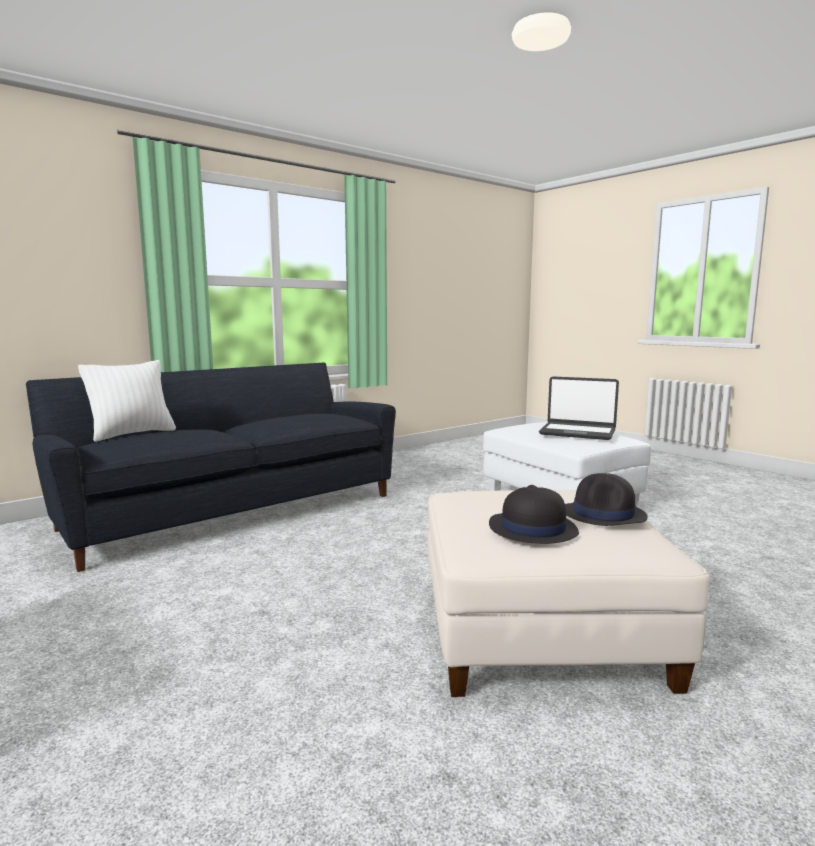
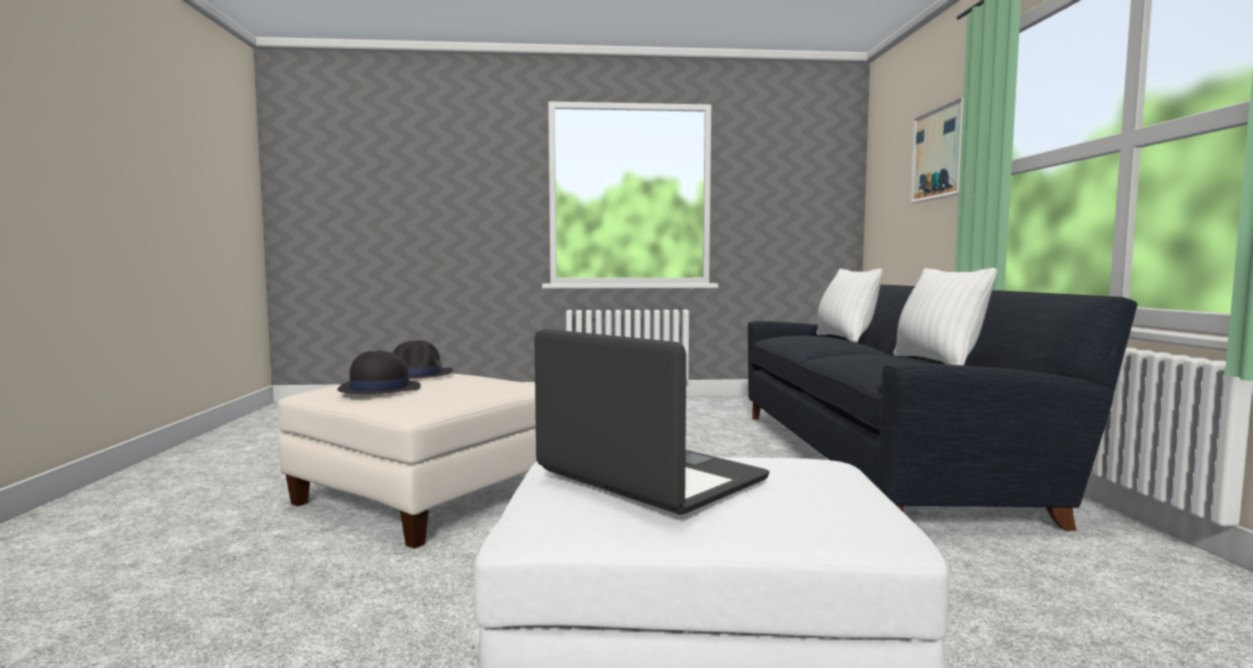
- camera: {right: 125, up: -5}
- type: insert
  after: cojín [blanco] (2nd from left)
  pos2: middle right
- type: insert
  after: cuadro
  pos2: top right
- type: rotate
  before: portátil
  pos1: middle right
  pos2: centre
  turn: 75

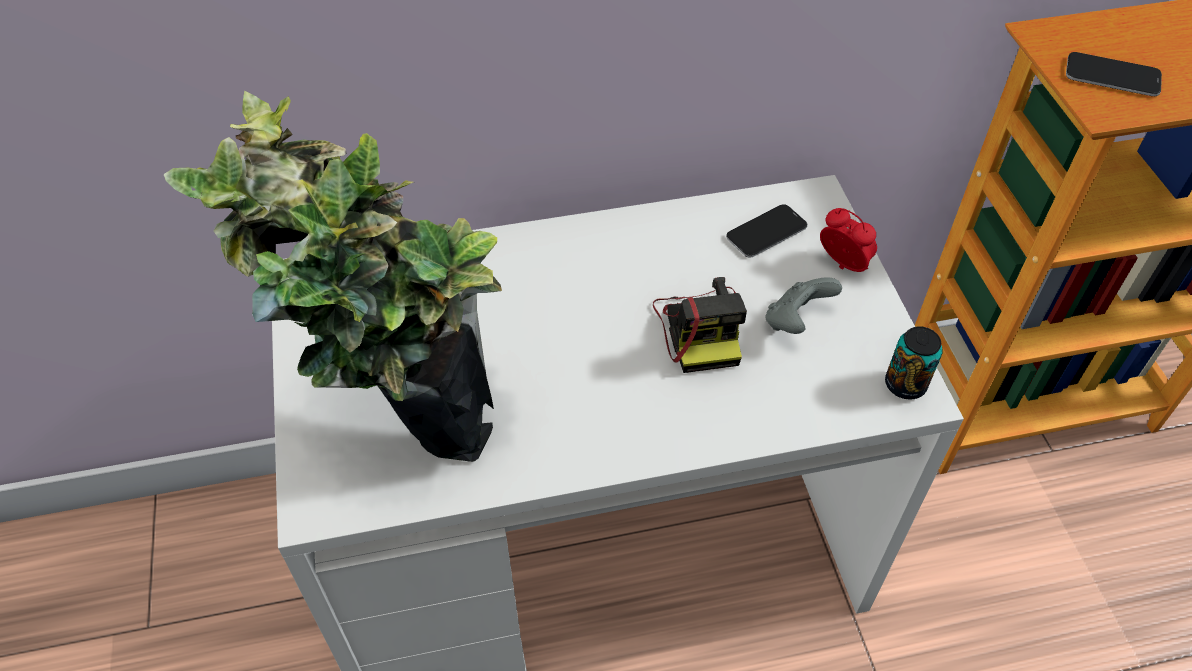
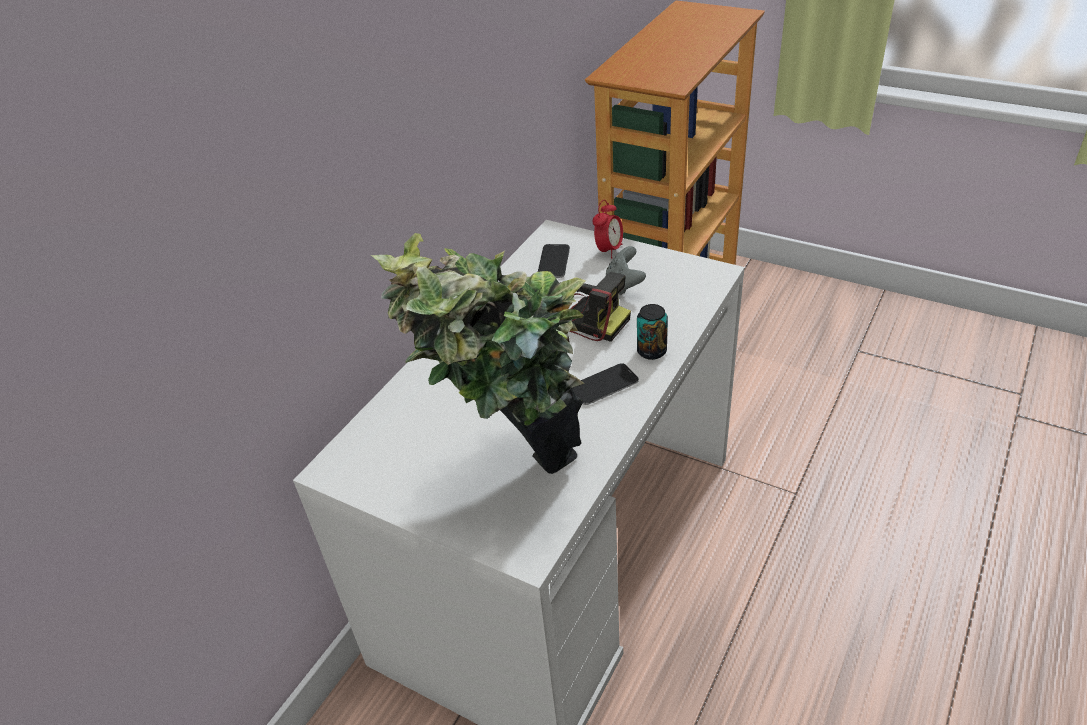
- camera: {right: -45, up: -10}
- type: move
  before: lata
  pos1: middle right
  pos2: centre
- type: move
  before: móvil (2nd from left)
  pos1: top right
  pos2: centre
- type: rotate
  before: despertador
  pos1: middle right
  pos2: top centre
  turn: 120

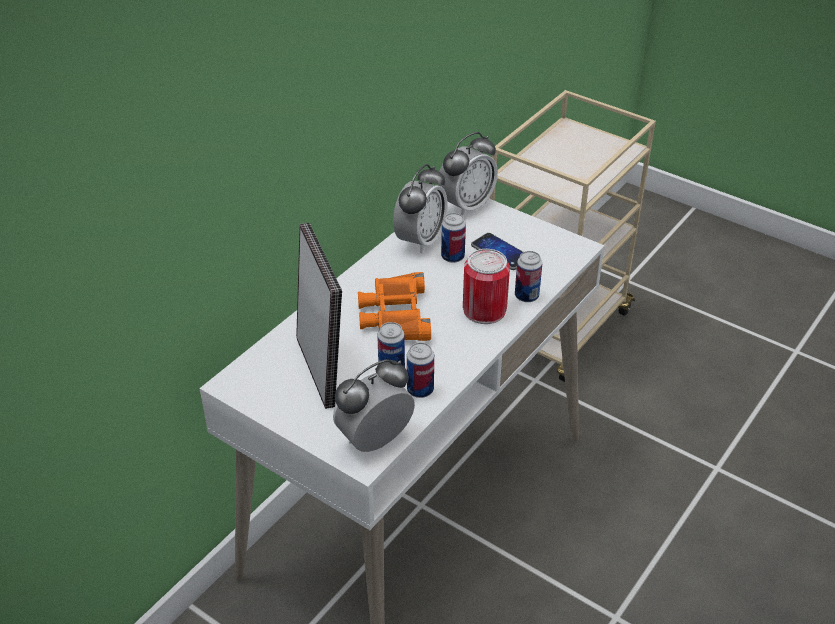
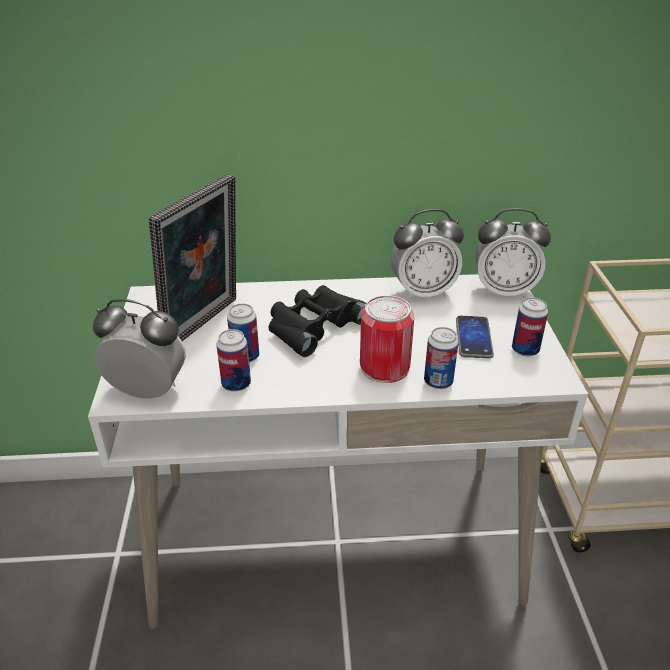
- camera: {right: 50, up: -5}
- type: move
  before: lata (3rd from left in the first image)
  after: lata (5th from left)
  pos1: centre
  pos2: middle right
- type: recolor
  before: prismáticos [naranja]
  after: prismáticos [negro]
  pos1: centre
  pos2: centre

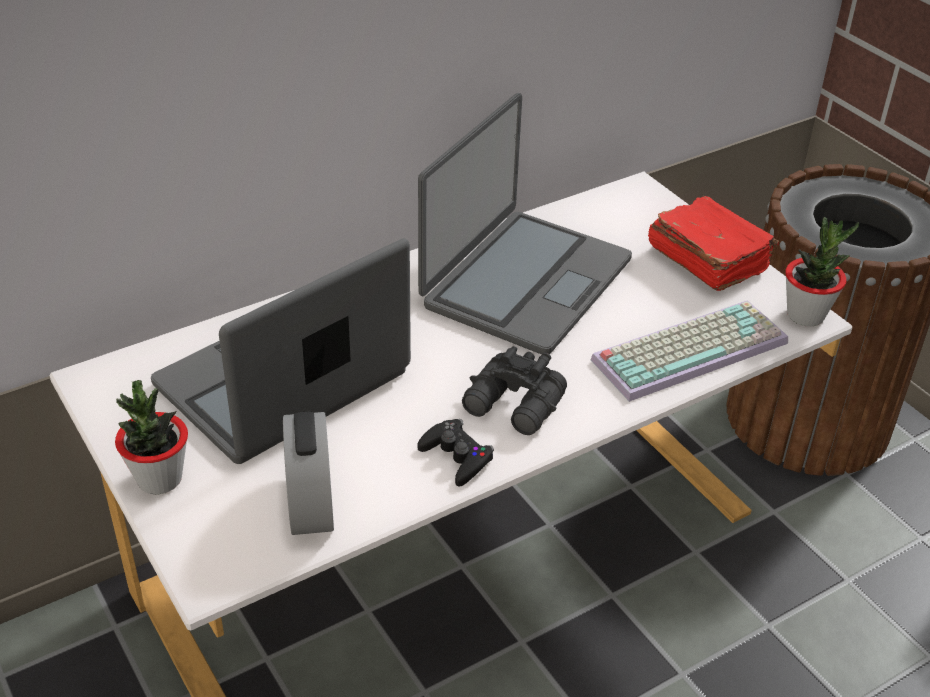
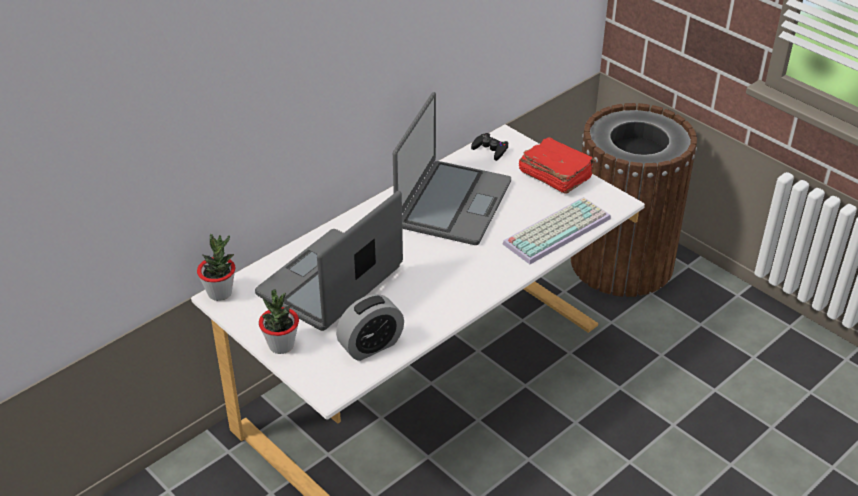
- camera: {right: -10, up: 0}
- type: delete
  before: prismáticos [negro]
  pos1: centre
- type: move
  before: mando de consola [negro]
  pos1: centre
  pos2: top centre
- type: move
  before: planta en maceta (2nd from left in the first image)
  after: planta en maceta (1st from left)
  pos1: middle right
  pos2: middle left
- type: rotate
  before: despertador
  pos1: bottom left
  pos2: centre
  turn: -105

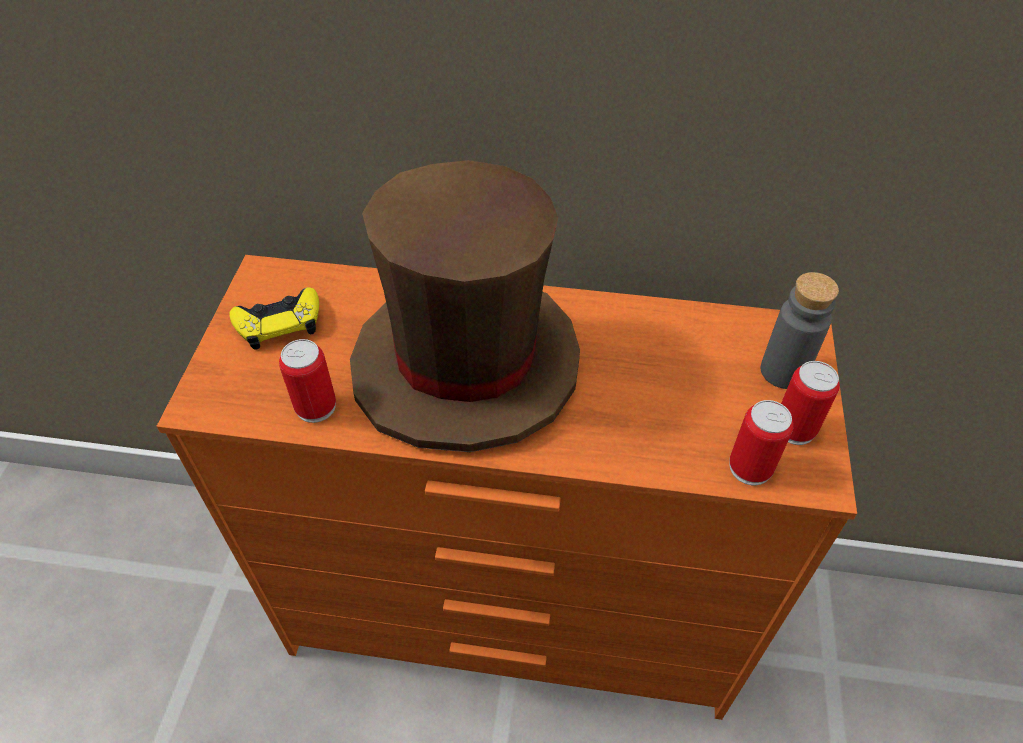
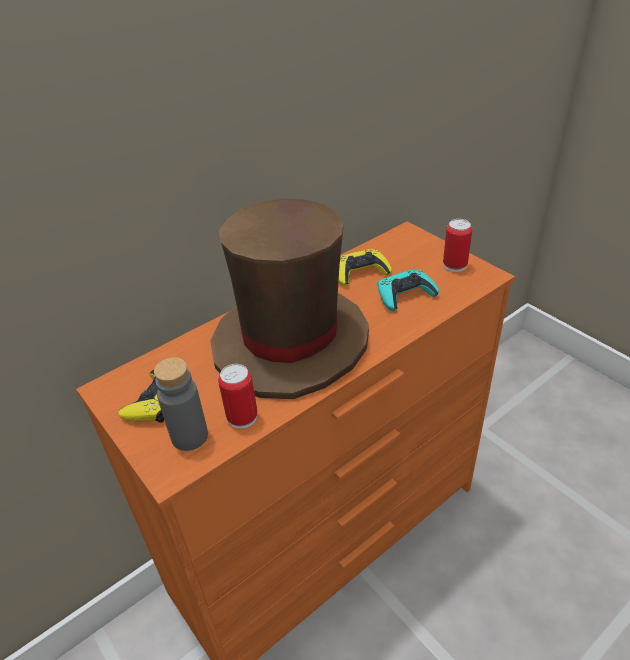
- camera: {right: -45, up: -10}
- type: delete
  before: lata (2nd from left)
  pos1: middle right
- type: insert
  after: mando de consola [amarillo] (2nd from left)
  pos2: centre
- type: insert
  after: mando de consola [turquesa]
  pos2: centre
- type: move
  before: botella [gris]
  pos1: middle right
  pos2: middle left

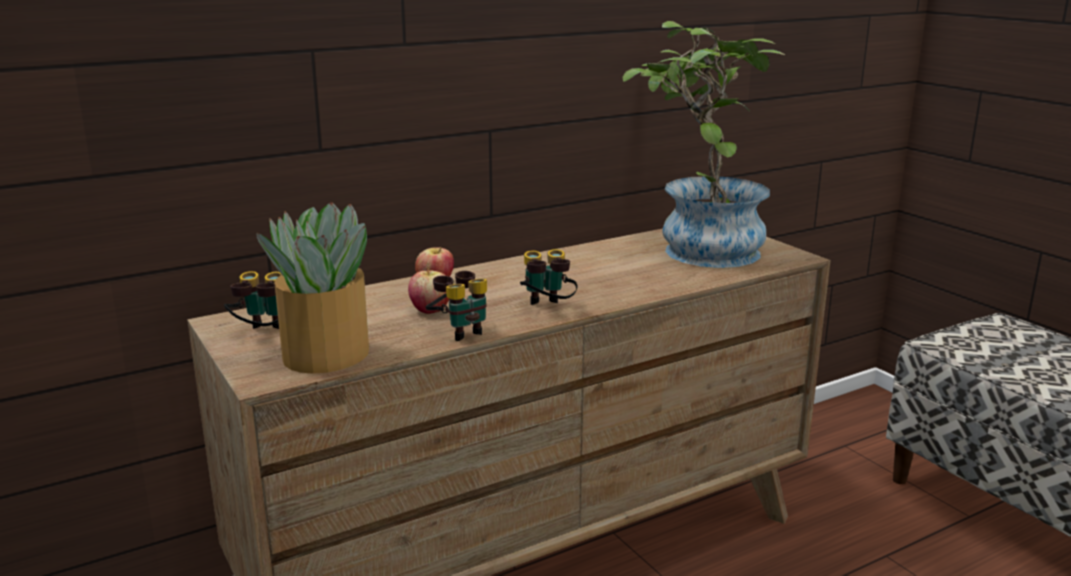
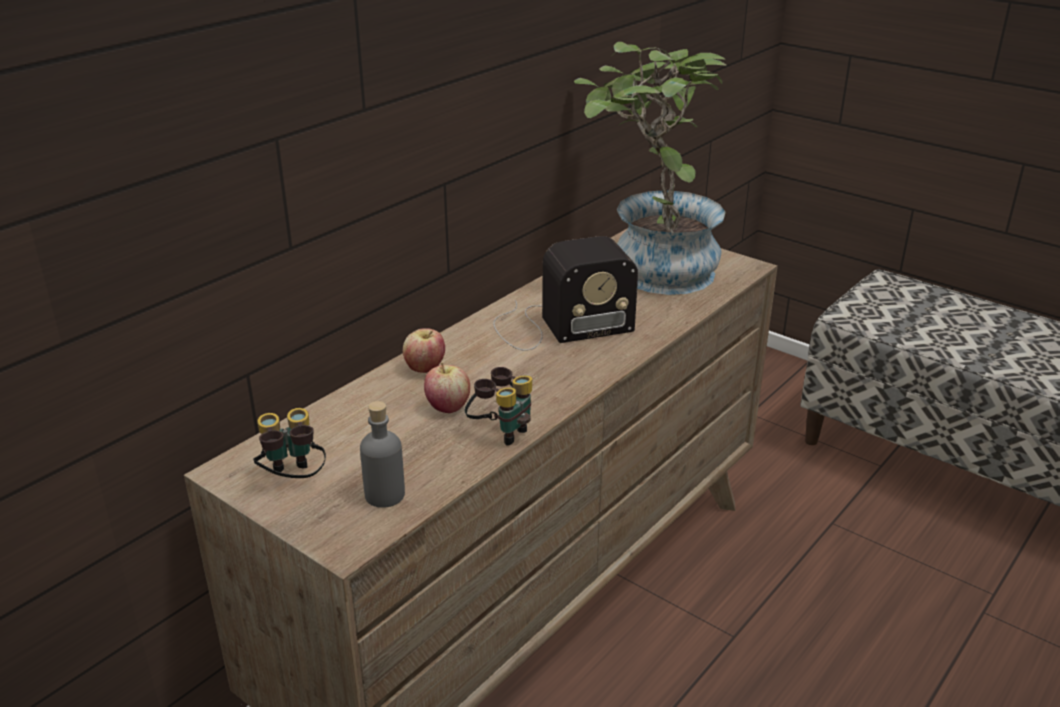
- camera: {right: -20, up: 10}
- type: delete
  before: prismáticos (3rd from left)
  pos1: centre
- type: insert
  after: radio
  pos2: centre
- type: replace
  before: planta en maceta (1st from left)
  after: botella [gris]
  pos1: middle left
  pos2: centre

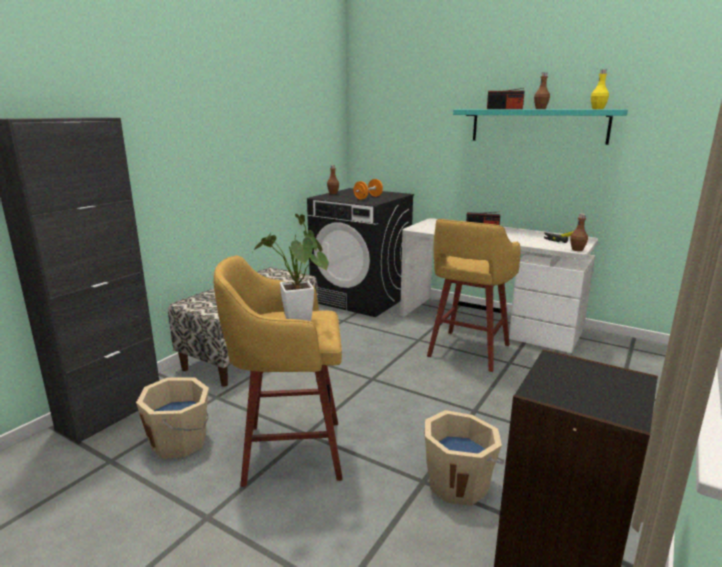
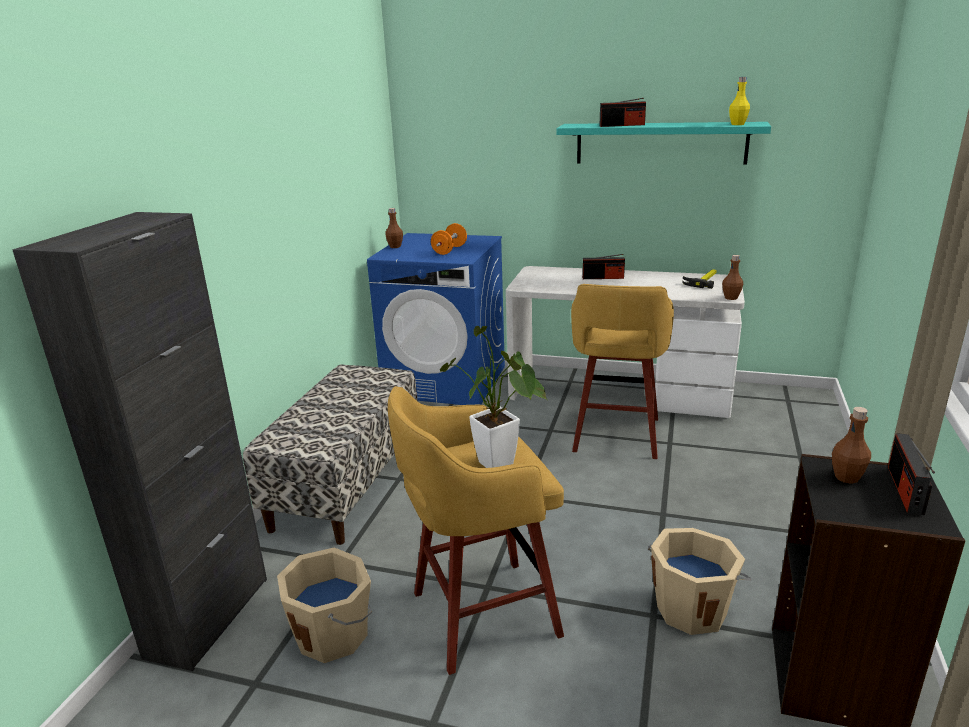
- camera: {right: -15, up: 5}
- type: insert
  after: radio (3rd from left)
  pos2: middle right
- type: move
  before: botella [marrón] (2nd from left in the first image)
  after: botella [marrón] (3rd from left)
  pos1: top right
  pos2: middle right
- type: recolor
  before: lavadora [negro]
  after: lavadora [azul]
  pos1: centre
  pos2: centre

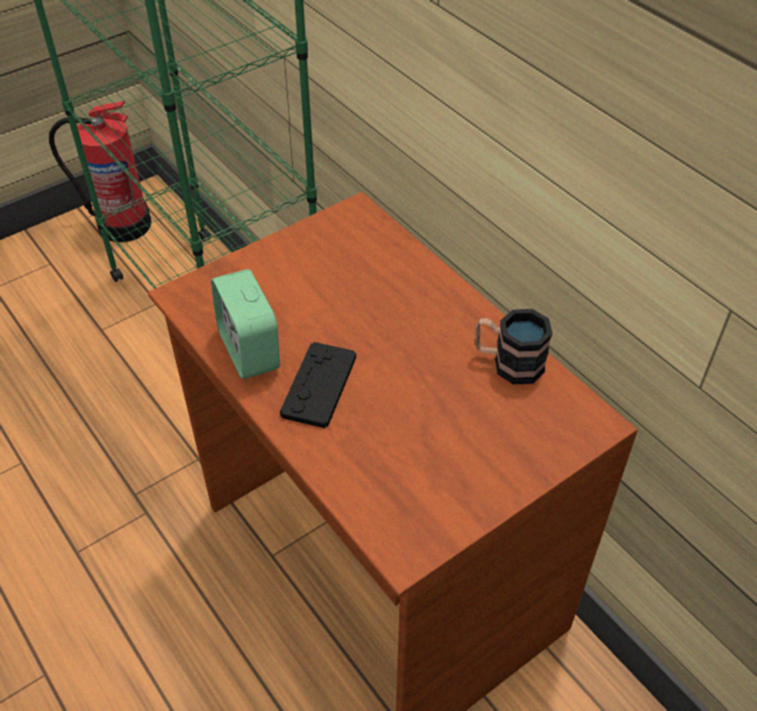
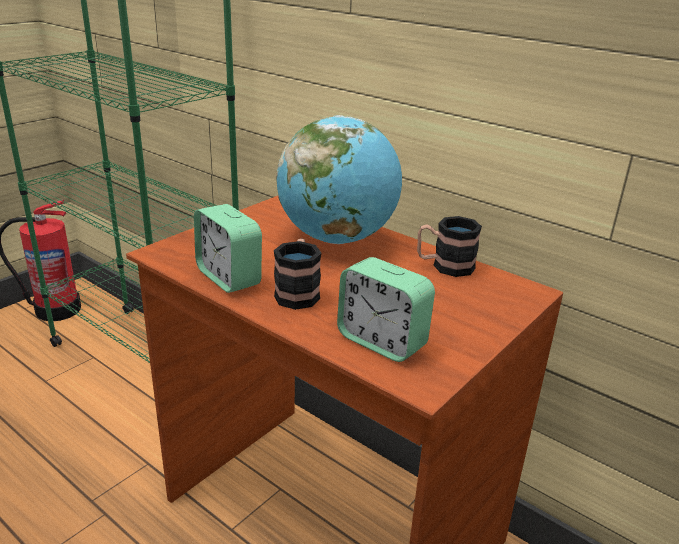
- camera: {right: -15, up: -20}
- type: insert
  after: globo terráqueo
  pos2: top centre
- type: insert
  after: despertador (2nd from left)
  pos2: centre
- type: replace
  before: mando de consola [negro]
  after: taza grande (1st from left)
  pos1: centre
  pos2: centre

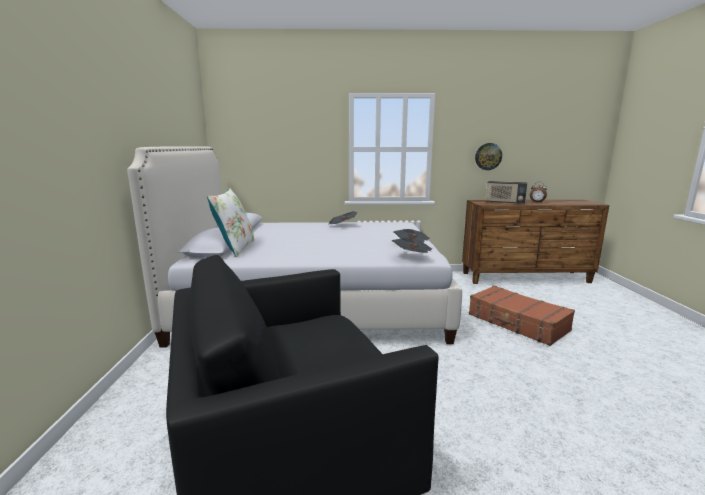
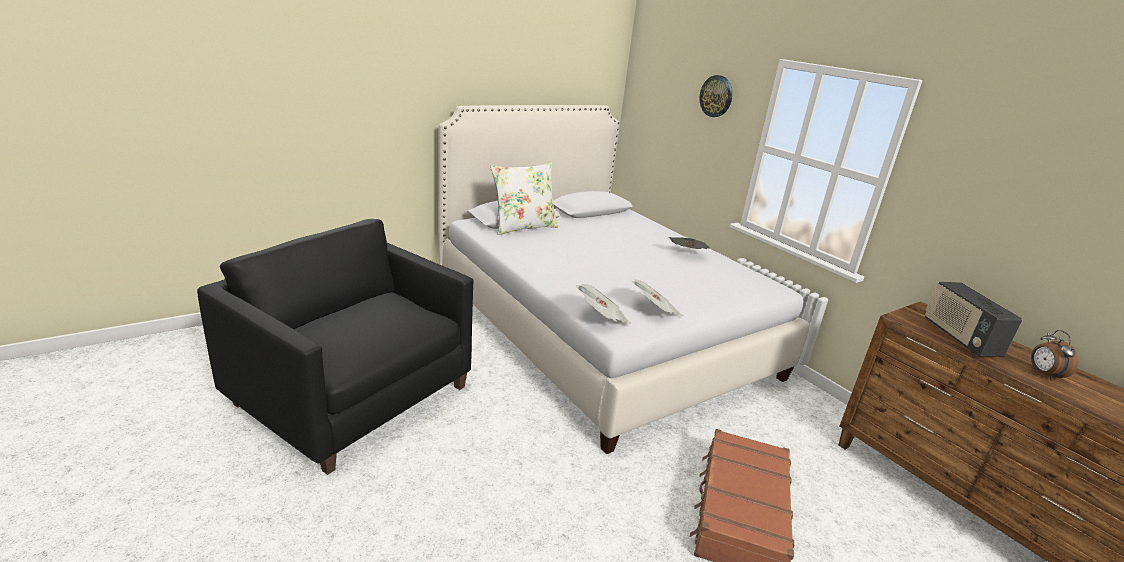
- camera: {right: 55, up: 10}
- type: move
  before: reloj de pared
  pos1: top right
  pos2: top centre

